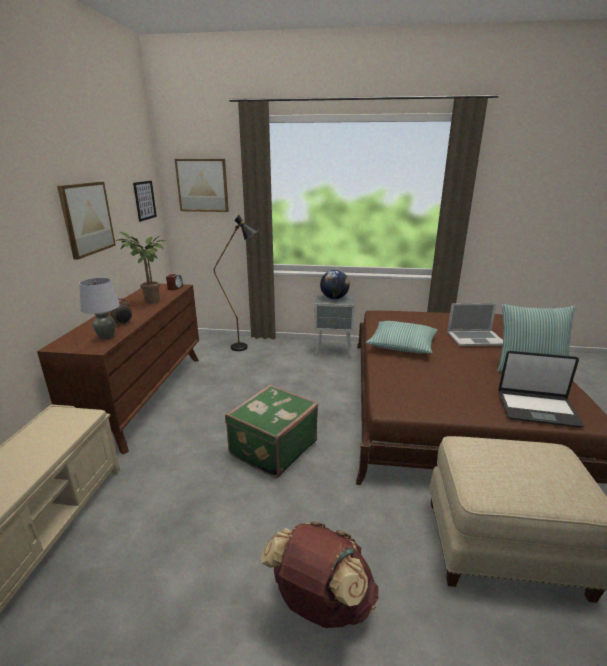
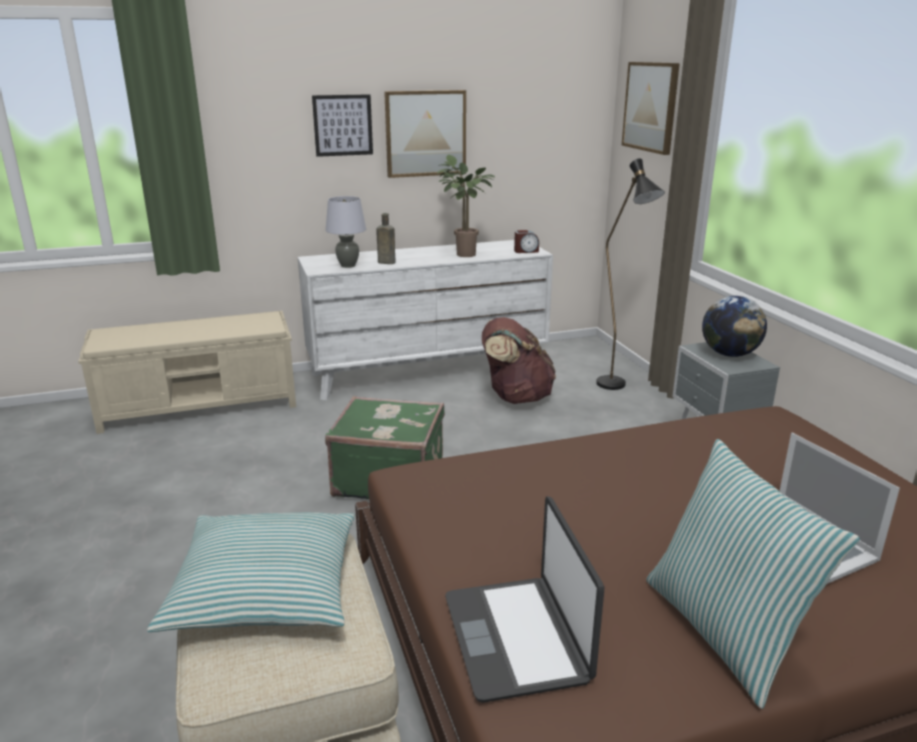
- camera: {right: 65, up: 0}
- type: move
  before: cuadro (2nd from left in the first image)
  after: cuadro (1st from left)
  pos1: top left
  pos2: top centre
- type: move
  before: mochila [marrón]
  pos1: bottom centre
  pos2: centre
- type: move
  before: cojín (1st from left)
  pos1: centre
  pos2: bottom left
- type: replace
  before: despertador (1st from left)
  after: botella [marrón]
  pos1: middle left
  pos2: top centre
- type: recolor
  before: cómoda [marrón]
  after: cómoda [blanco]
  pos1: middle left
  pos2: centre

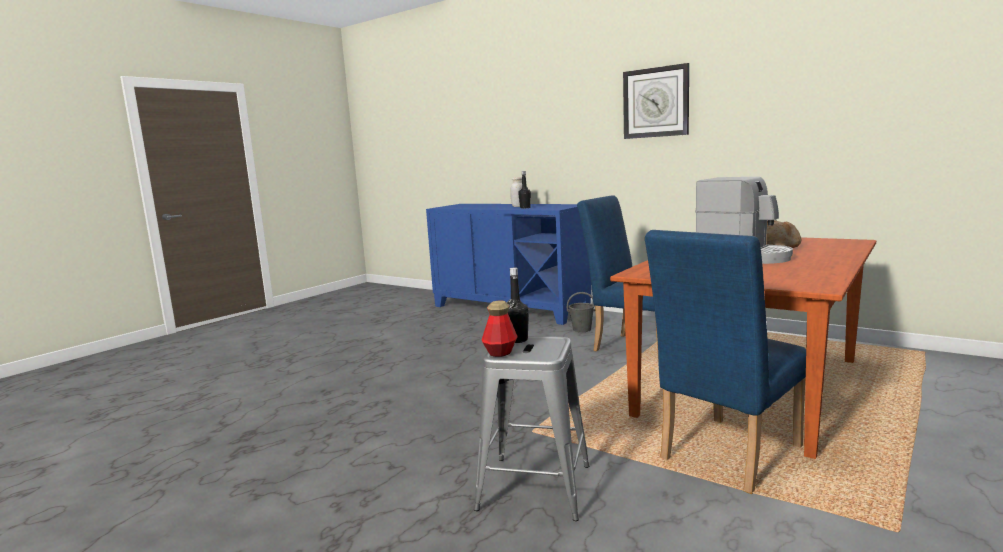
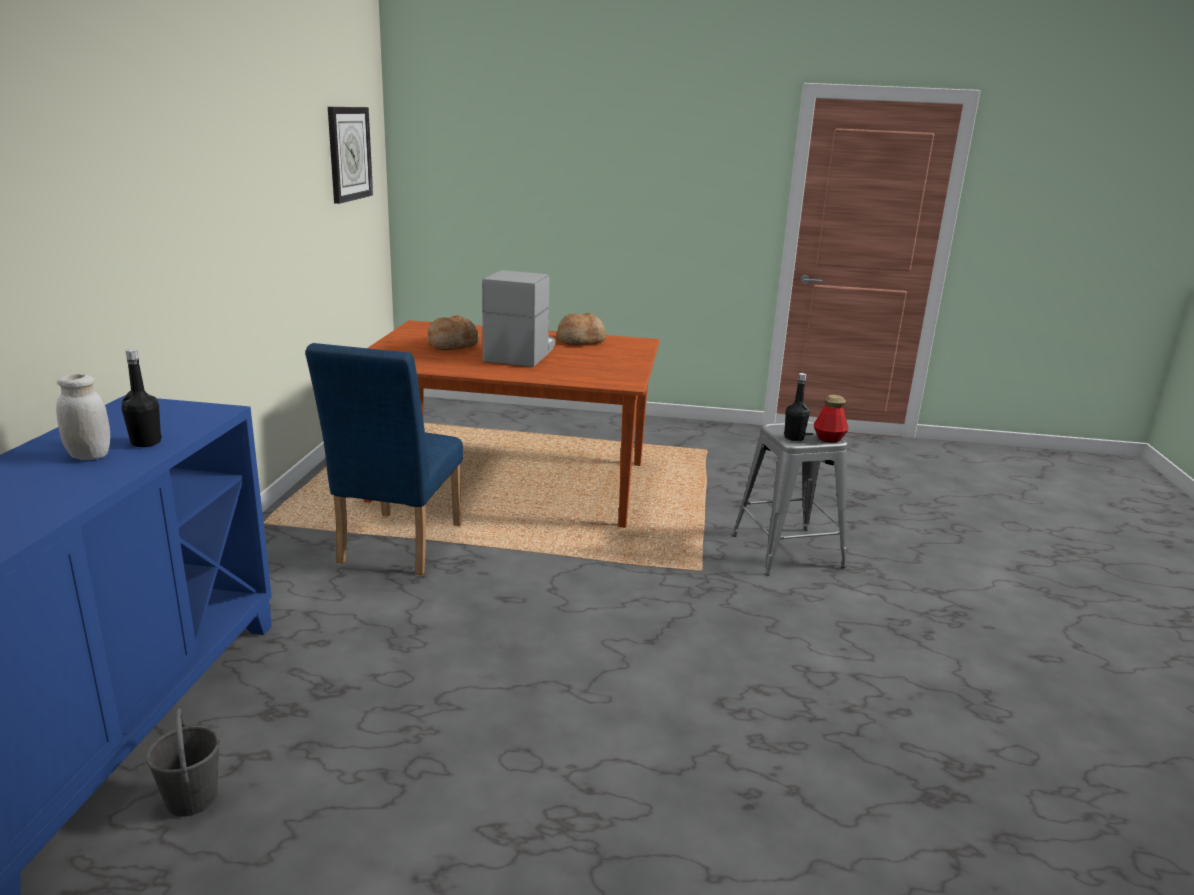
- camera: {right: -120, up: 10}
- type: delete
  before: silla [azul] (2nd from left)
  pos1: middle right
- type: insert
  after: pan (2nd from left)
  pos2: centre
- type: move
  before: cubo [gris]
  pos1: centre
  pos2: bottom left
- type: move
  before: reloj de pared
  pos1: top centre
  pos2: top left

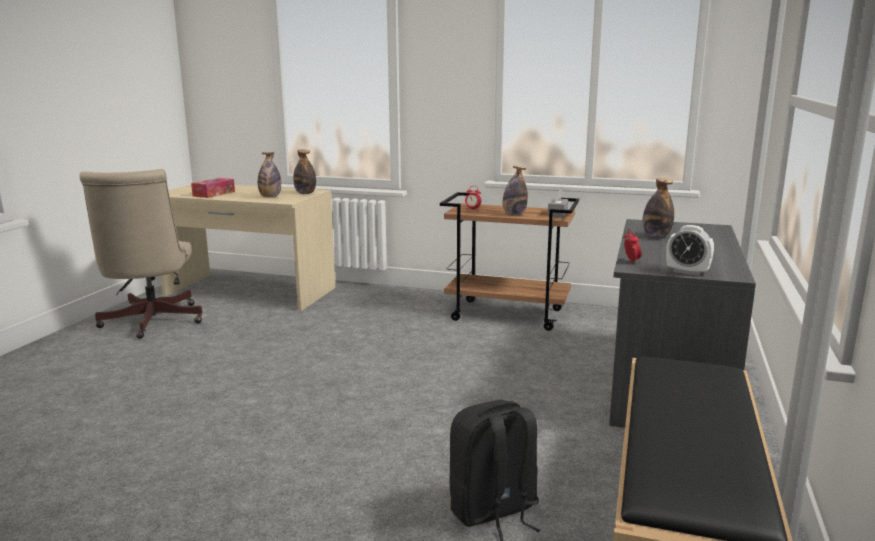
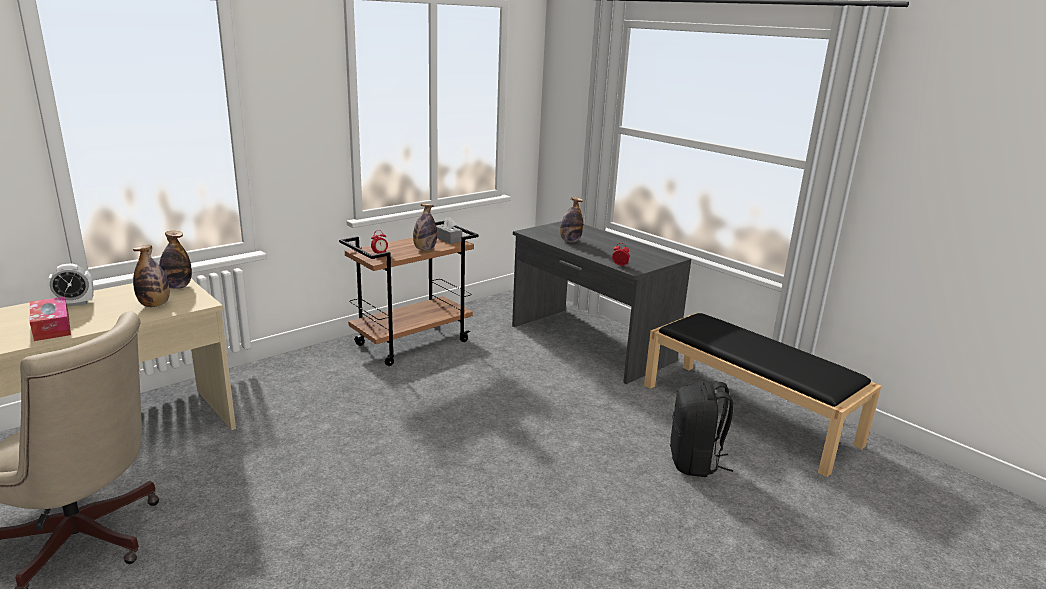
- camera: {right: -60, up: 5}
- type: move
  before: despertador (3rd from left in the first image)
  after: despertador (1st from left)
  pos1: middle right
  pos2: middle left

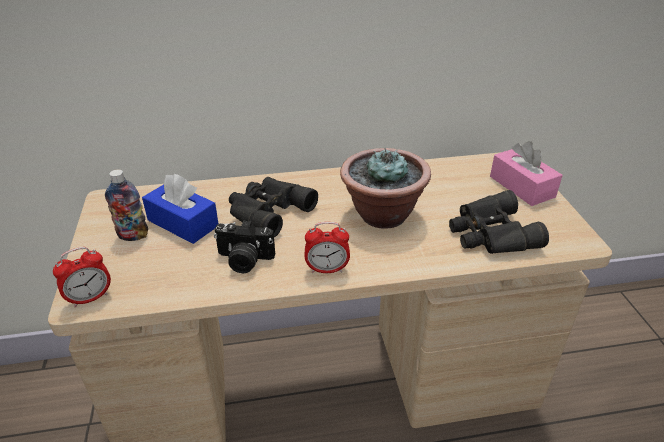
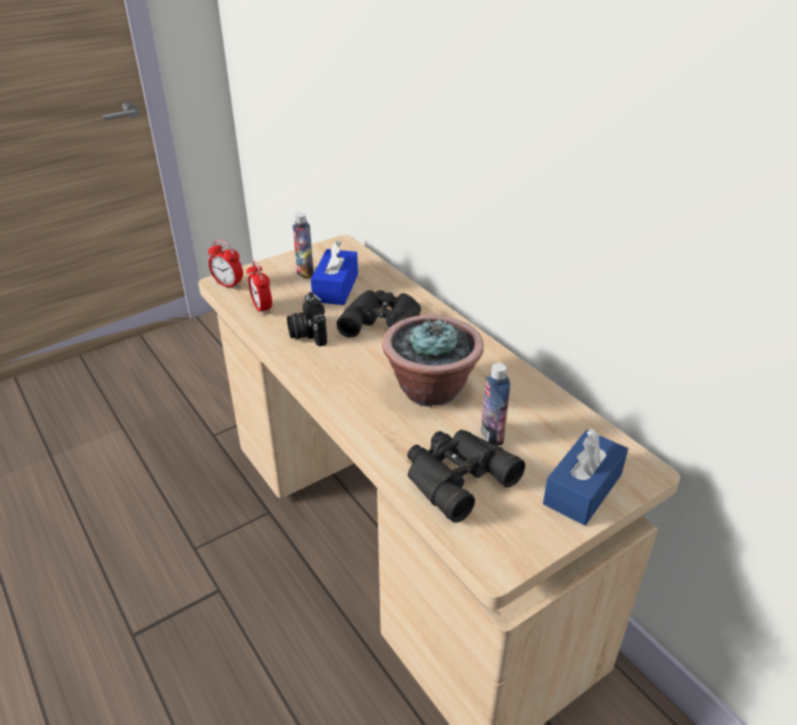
- camera: {right: 65, up: 0}
- type: insert
  after: botella (2nd from left)
  pos2: centre
- type: move
  before: despertador (2nd from left)
  pos1: centre
  pos2: middle left
- type: recolor
  before: caja de pañuelos [rosa]
  after: caja de pañuelos [azul] (2nd from left)
  pos1: middle right
  pos2: middle right

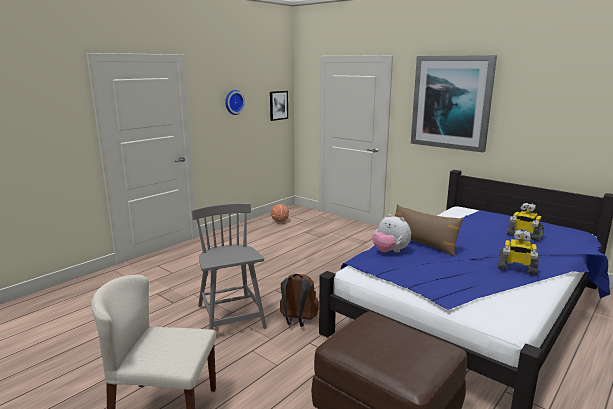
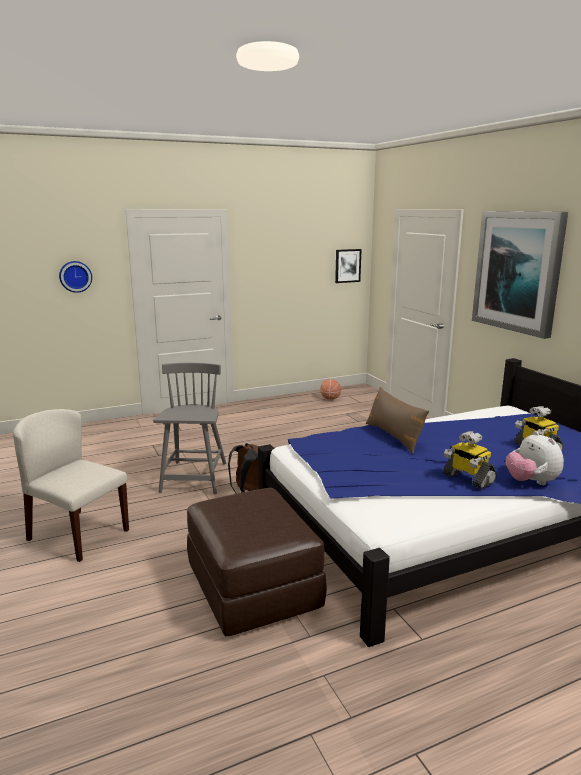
- camera: {right: 25, up: 0}
- type: move
  before: reloj de pared
  pos1: top centre
  pos2: middle left
- type: move
  before: peluche
  pos1: centre
  pos2: middle right

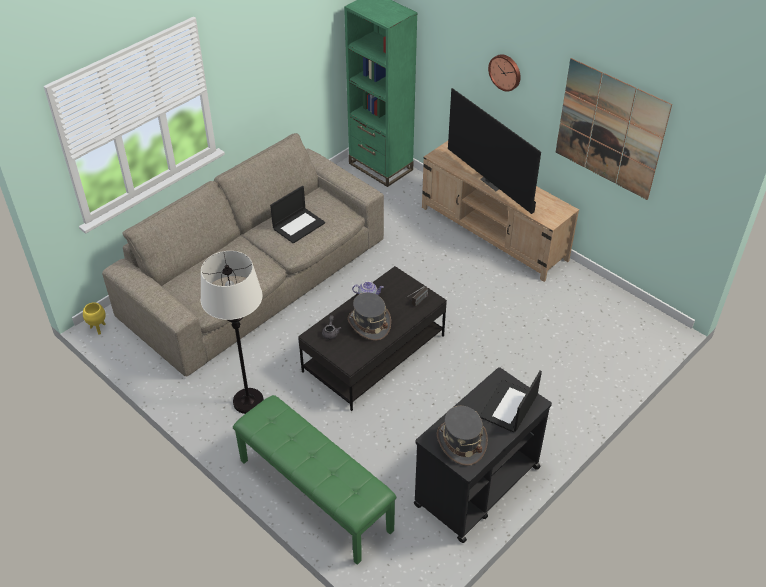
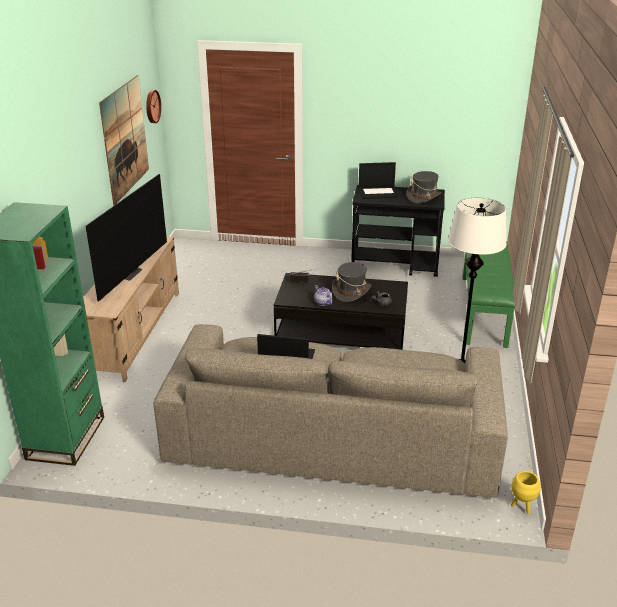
- camera: {right: -125, up: -15}
- type: move
  before: reloj de pared
  pos1: top centre
  pos2: top left

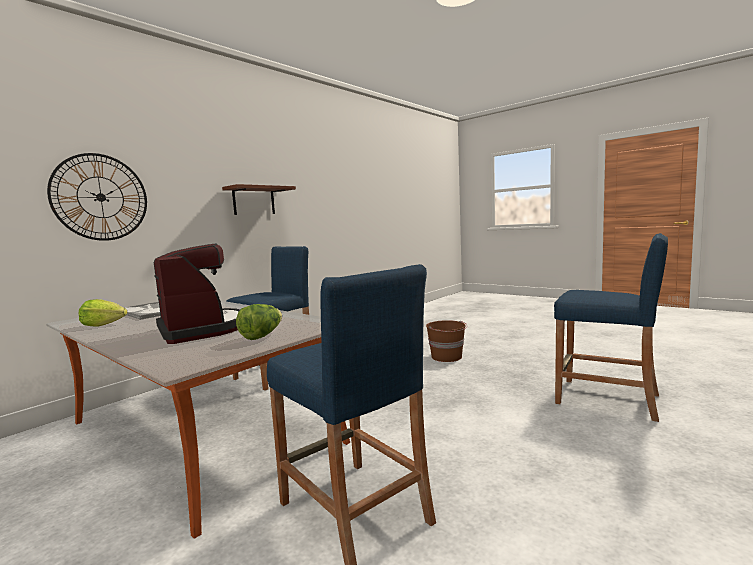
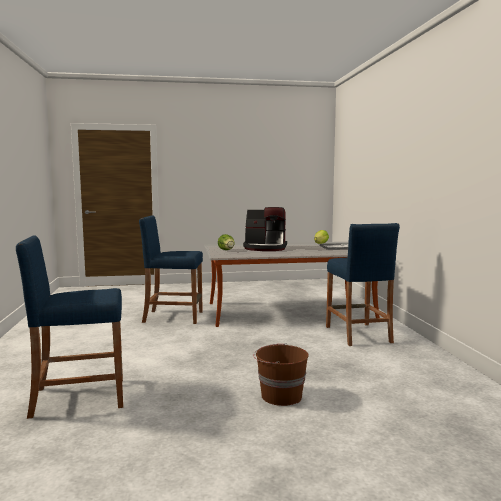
- camera: {right: 130, up: 0}
- type: delete
  before: reloj de pared
  pos1: middle left
- type: delete
  before: estante [marrón]
  pos1: centre

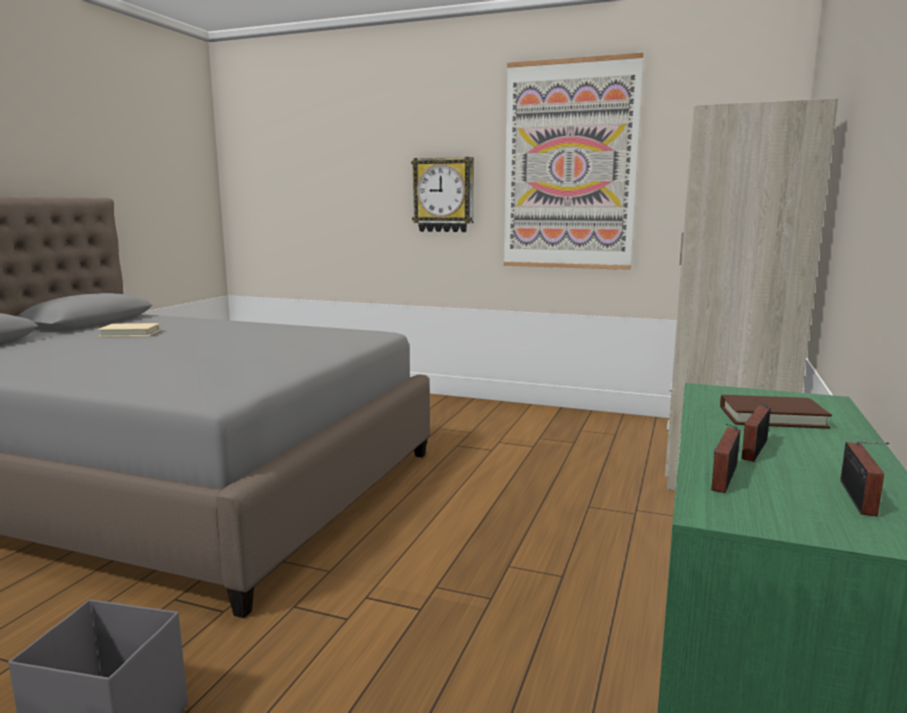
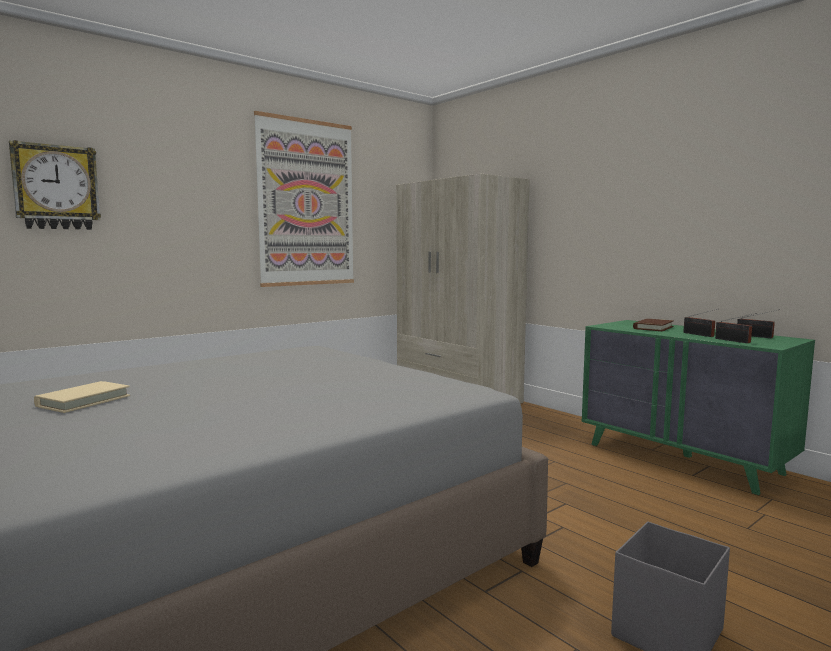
- camera: {right: -60, up: -5}
- type: move
  before: reloj de pared
  pos1: top centre
  pos2: top left

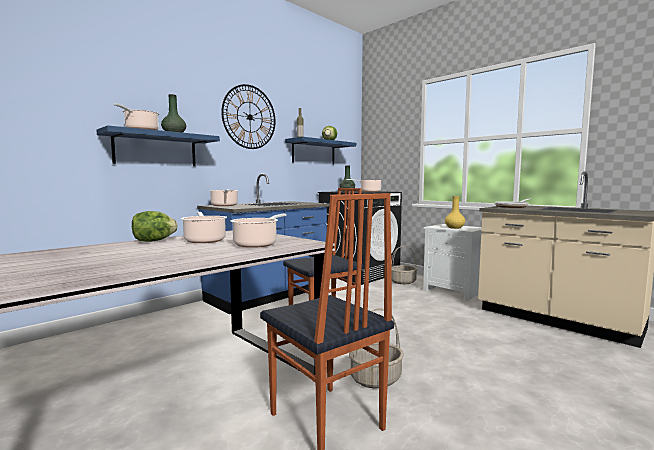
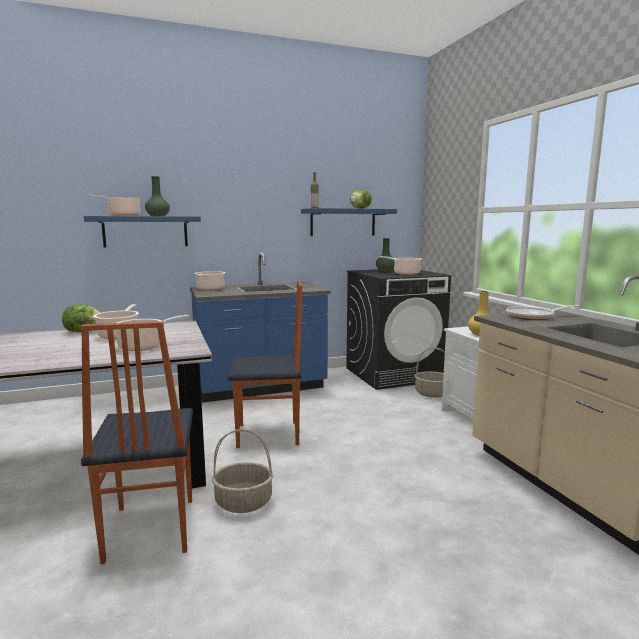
- camera: {right: 25, up: 5}
- type: delete
  before: reloj de pared
  pos1: top centre

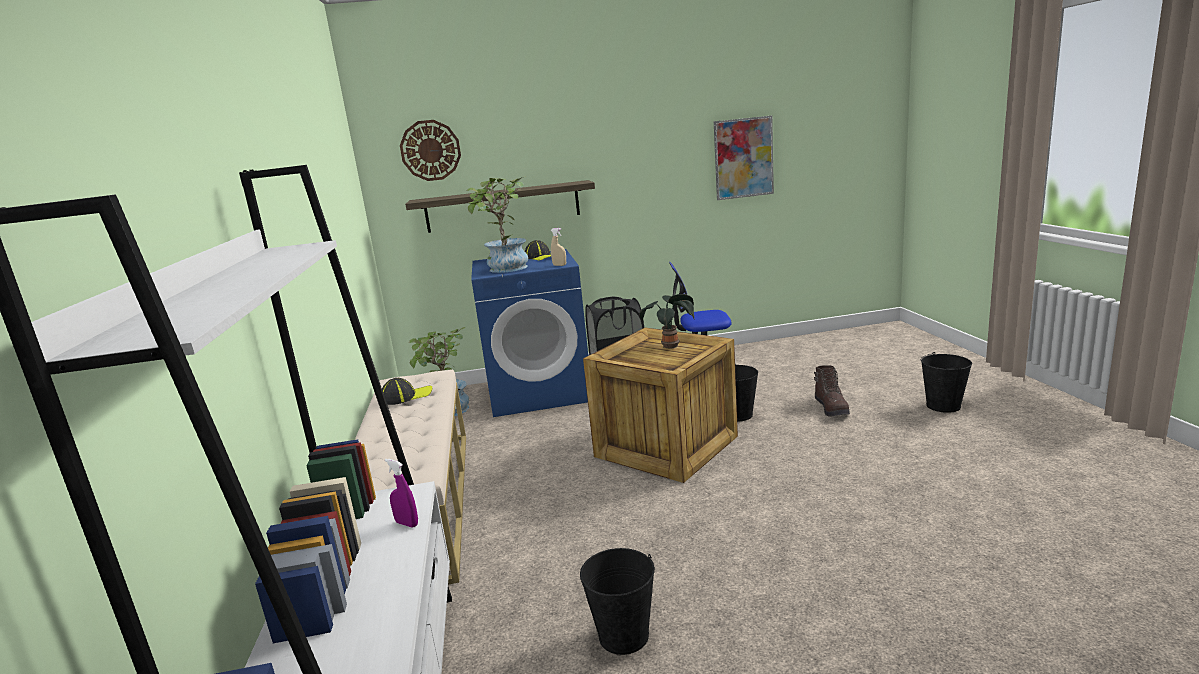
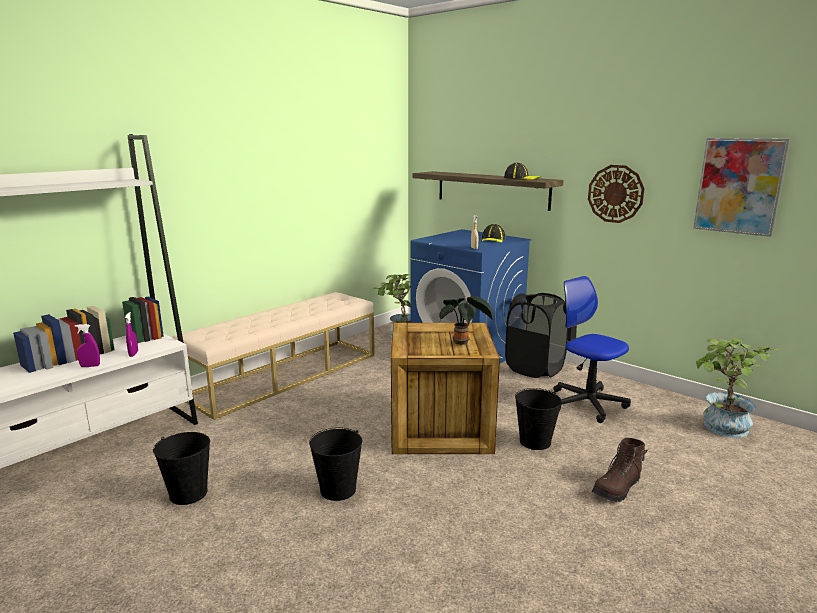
- camera: {right: 50, up: 0}
- type: insert
  after: pulverizador [morado] (1st from left)
  pos2: middle left
- type: move
  before: gorra (1st from left in the first image)
  after: gorra (2nd from left)
  pos1: centre
  pos2: top centre
- type: move
  before: reloj de pared
  pos1: top centre
  pos2: top right
- type: move
  before: planta en maceta (2nd from left in the first image)
  after: planta en maceta (3rd from left)
  pos1: top centre
  pos2: middle right
- type: move
  before: cubo [negro] (3rd from left in the first image)
  after: cubo [negro] (2nd from left)
  pos1: middle right
  pos2: bottom centre

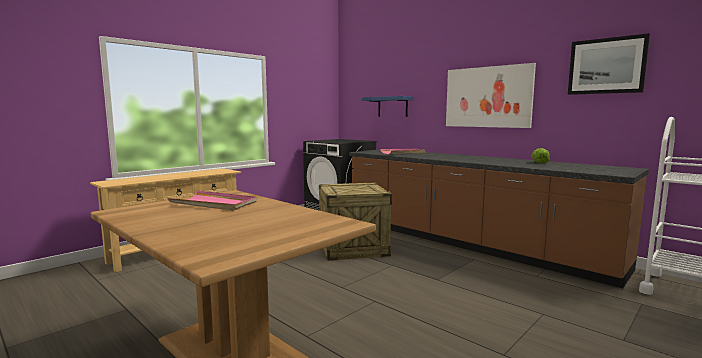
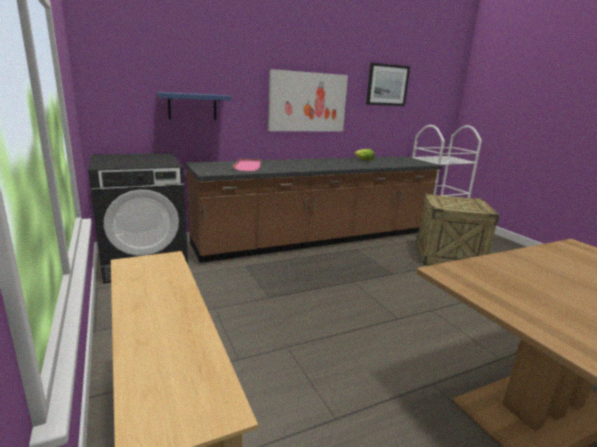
- camera: {right: -70, up: 10}
- type: delete
  before: bandeja [rosa] (1st from left)
  pos1: middle left
- type: move
  before: caja de embalaje
  pos1: centre
  pos2: middle right

